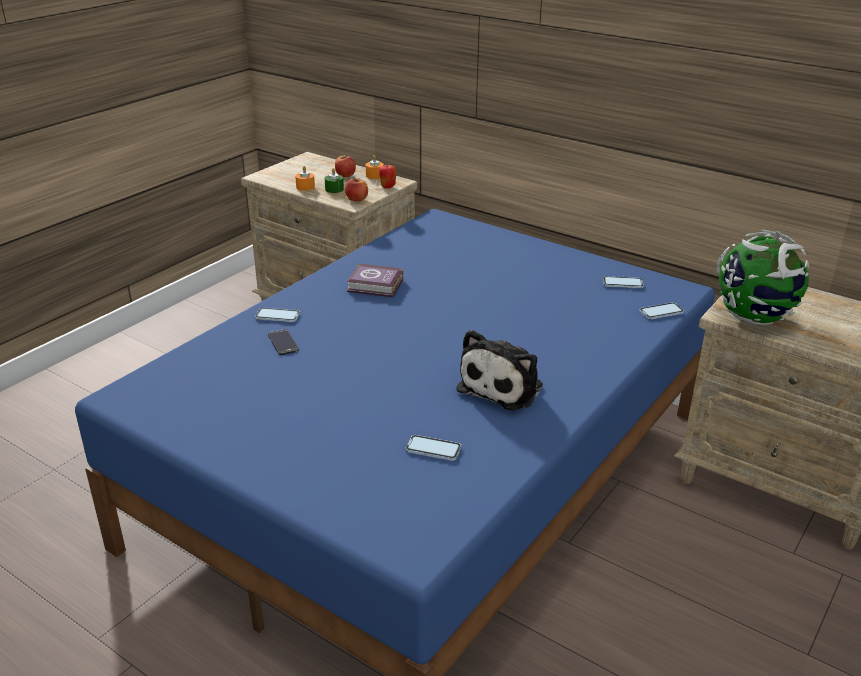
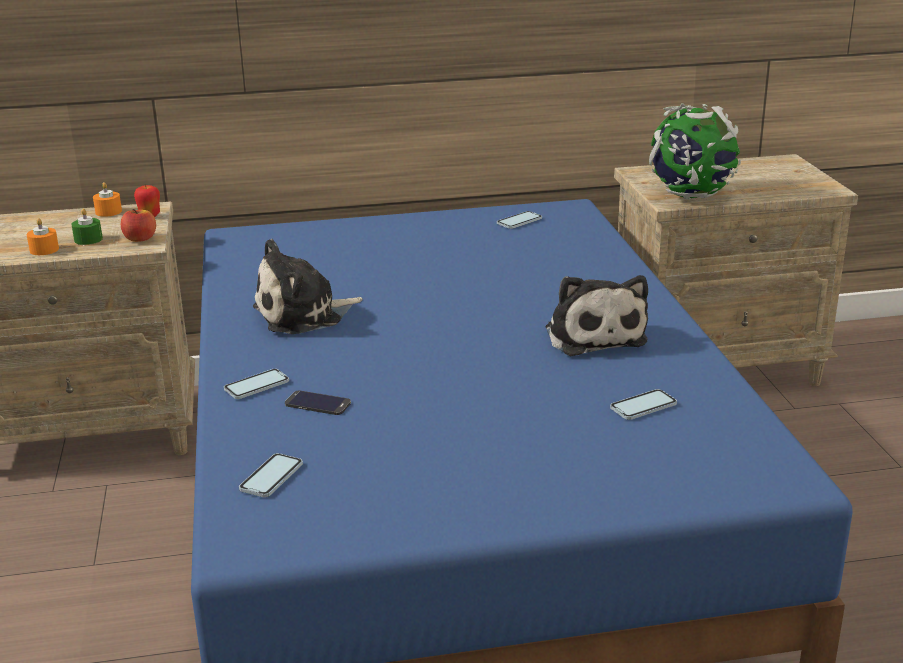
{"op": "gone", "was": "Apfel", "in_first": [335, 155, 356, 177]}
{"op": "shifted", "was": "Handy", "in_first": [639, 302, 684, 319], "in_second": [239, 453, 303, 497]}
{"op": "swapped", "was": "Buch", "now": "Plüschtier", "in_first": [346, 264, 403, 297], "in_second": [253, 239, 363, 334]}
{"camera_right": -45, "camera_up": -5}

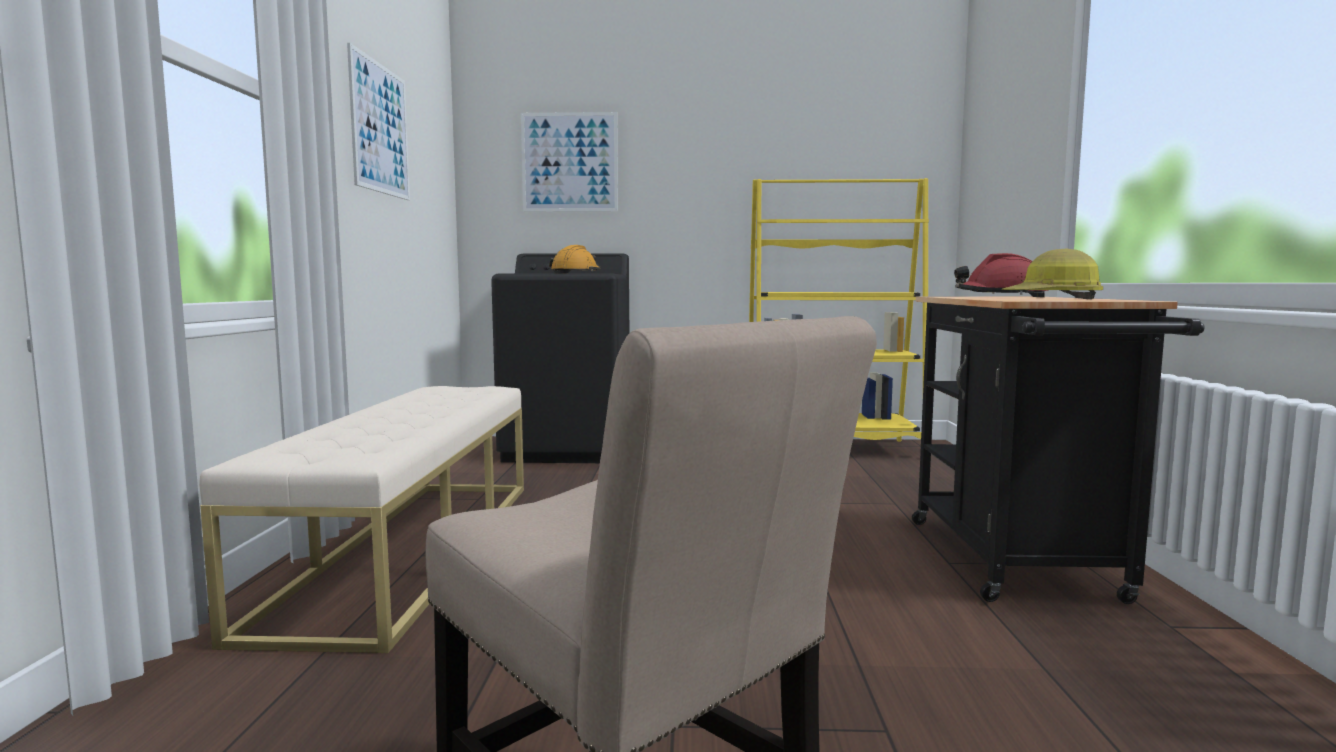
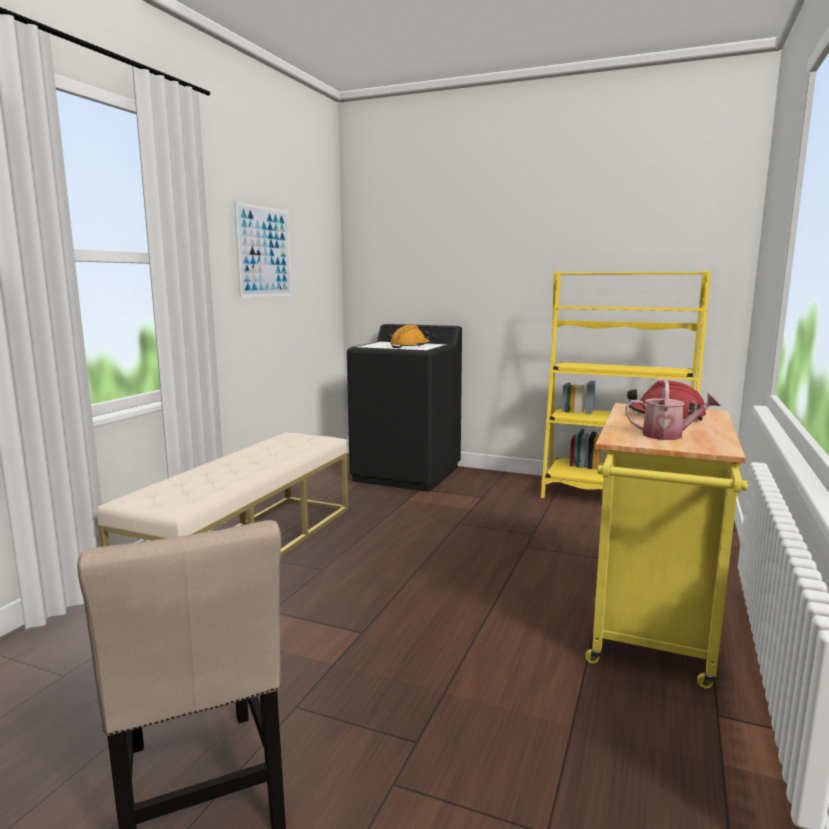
{"op": "gone", "was": "Bild", "in_first": [521, 112, 618, 212]}
{"op": "swapped", "was": "Schutzhelm", "now": "Gießkanne", "in_first": [1002, 249, 1103, 299], "in_second": [625, 380, 721, 440]}
{"op": "repainted", "was": "Rollwagen (schwarz)", "now": "Rollwagen (gelb)", "in_first": [912, 296, 1204, 604], "in_second": [585, 403, 748, 689]}
{"camera_right": 20, "camera_up": 5}

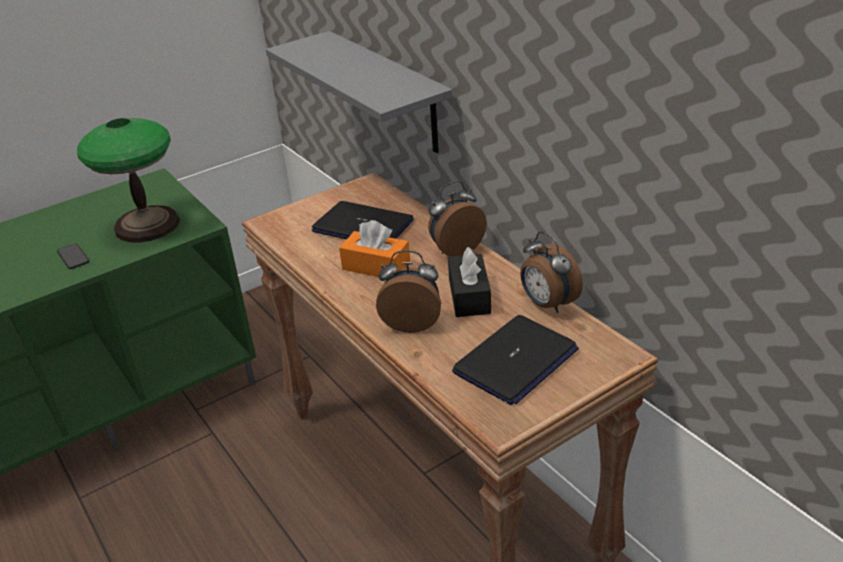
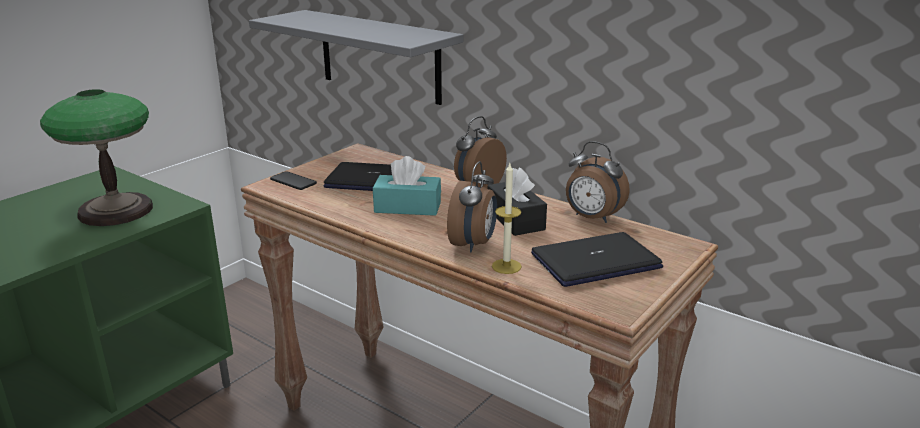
{"op": "new", "now": "Kerze", "in_second": [492, 163, 522, 274]}
{"op": "shifted", "was": "Handy", "in_first": [57, 244, 89, 269], "in_second": [270, 171, 317, 190]}
{"op": "repainted", "was": "Taschentuchbox (orange)", "now": "Taschentuchbox (türkis)", "in_first": [339, 220, 410, 277], "in_second": [373, 156, 441, 216]}
{"op": "rotated", "was": "Wecker", "in_first": [376, 250, 441, 333], "in_second": [447, 161, 497, 252], "clockwise": 120}
{"op": "rotated", "was": "Laptop", "in_first": [452, 315, 579, 405], "in_second": [531, 232, 663, 287], "clockwise": -135}
{"camera_right": -20, "camera_up": -10}

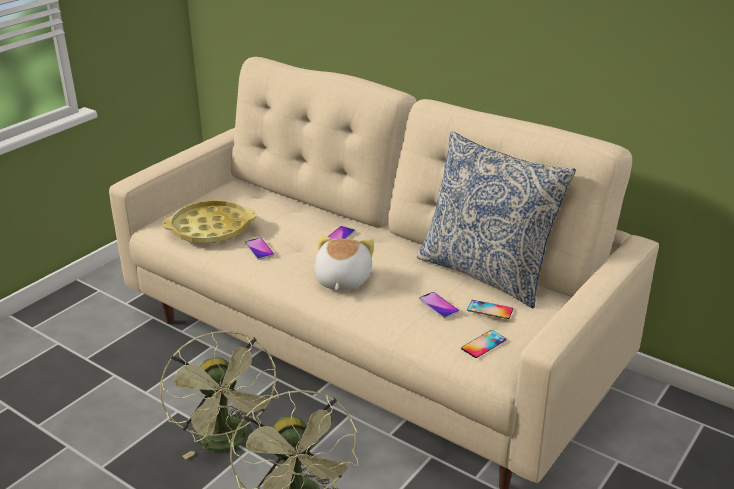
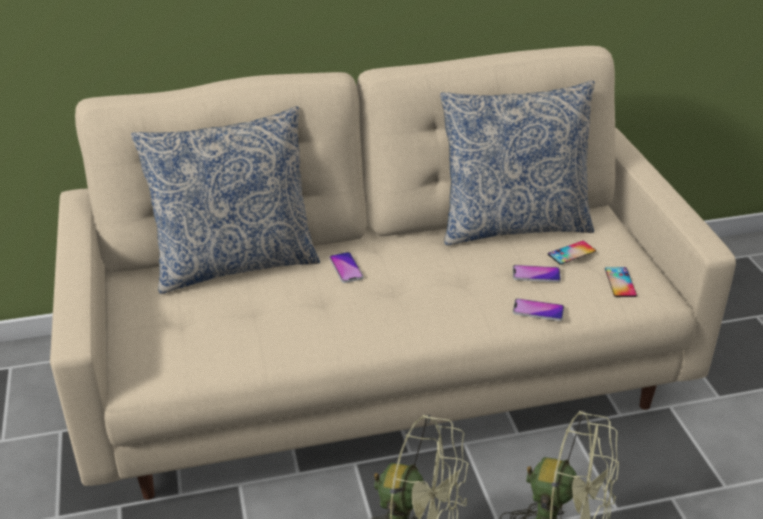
{"op": "gone", "was": "Tablett (gelb)", "in_first": [162, 200, 257, 243]}
{"op": "gone", "was": "Plüschtier", "in_first": [314, 236, 374, 290]}
{"op": "new", "now": "Kissen", "in_second": [131, 106, 320, 294]}
{"op": "shifted", "was": "Handy", "in_first": [245, 237, 275, 260], "in_second": [513, 298, 564, 321]}
{"camera_right": -50, "camera_up": 5}

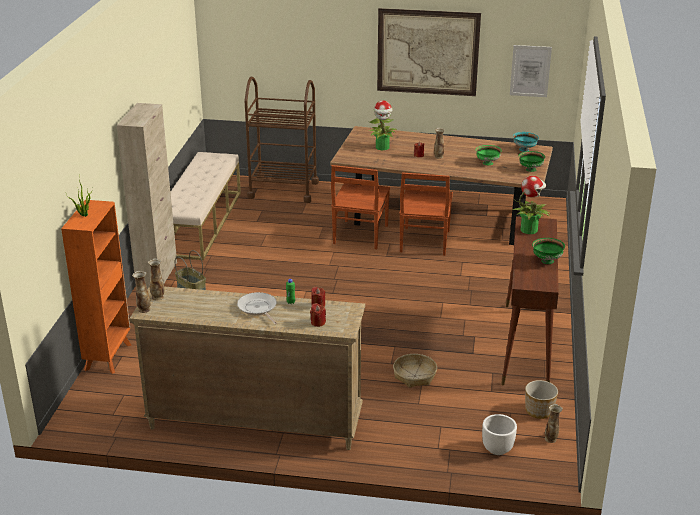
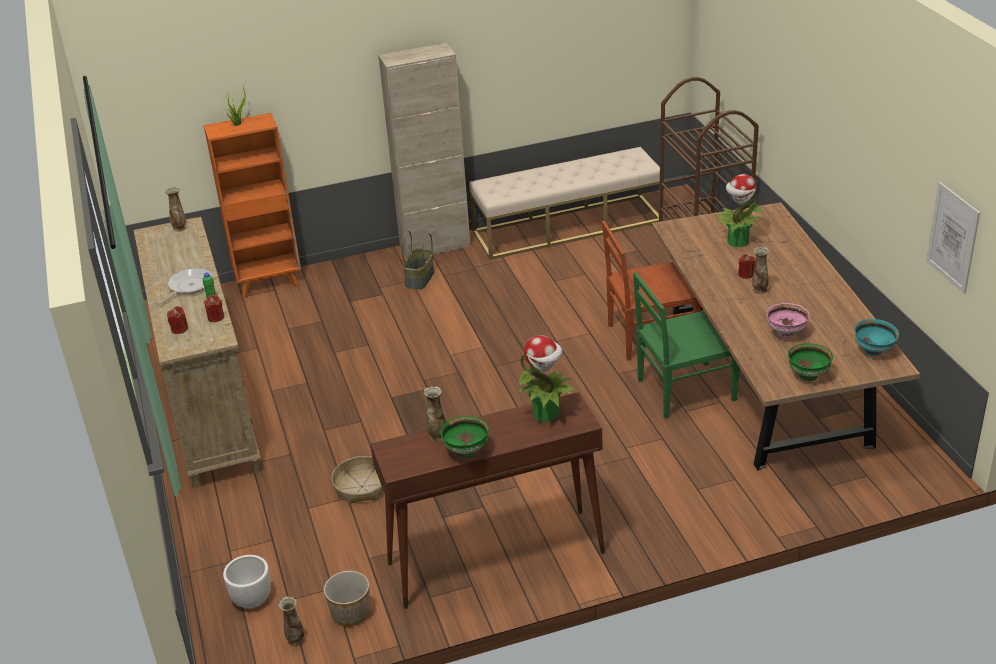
{"op": "gone", "was": "Bild", "in_first": [377, 8, 481, 96]}
{"op": "shifted", "was": "Vase", "in_first": [132, 271, 151, 313], "in_second": [424, 386, 446, 441]}
{"op": "repainted", "was": "Stuhl (braun)", "now": "Stuhl (grün)", "in_first": [399, 172, 453, 256], "in_second": [633, 272, 740, 419]}
{"op": "repainted", "was": "Schüssel (grün)", "now": "Schüssel (rosa)", "in_first": [476, 145, 502, 165], "in_second": [767, 303, 810, 339]}
{"camera_right": 65, "camera_up": 5}

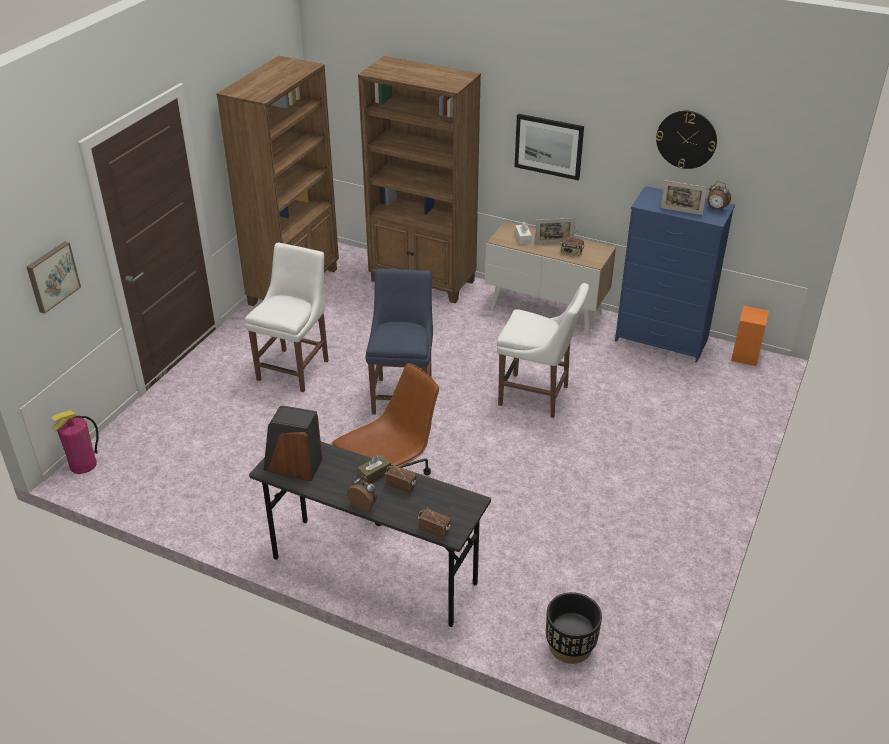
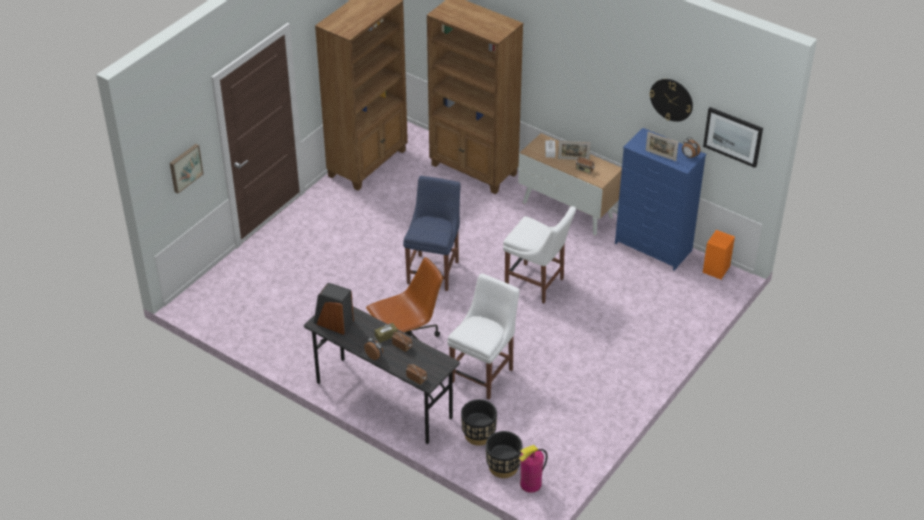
{"op": "new", "now": "Pflanzkübel (schwarz)", "in_second": [461, 399, 497, 446]}
{"op": "shifted", "was": "Feuerlöscher", "in_first": [50, 410, 98, 474], "in_second": [519, 445, 548, 493]}
{"op": "shifted", "was": "Stuhl (weiß)", "in_first": [245, 243, 329, 392], "in_second": [447, 273, 520, 399]}
{"op": "shifted", "was": "Bild", "in_first": [514, 114, 584, 180], "in_second": [703, 107, 763, 168]}
{"camera_right": 10, "camera_up": 5}

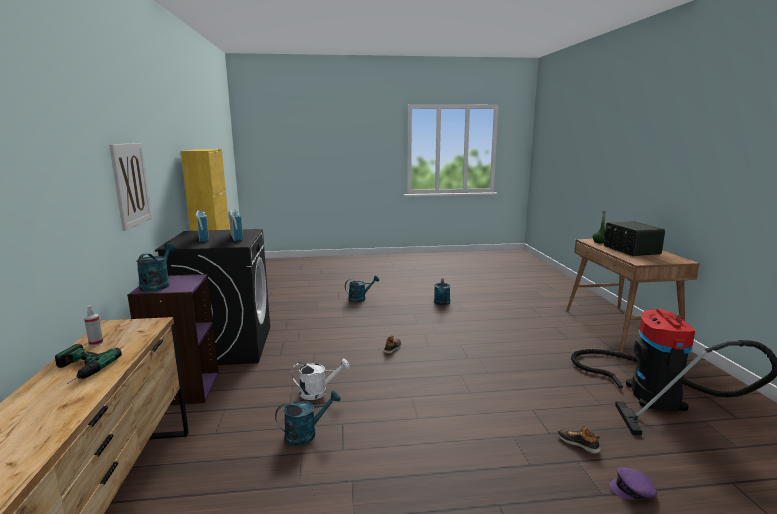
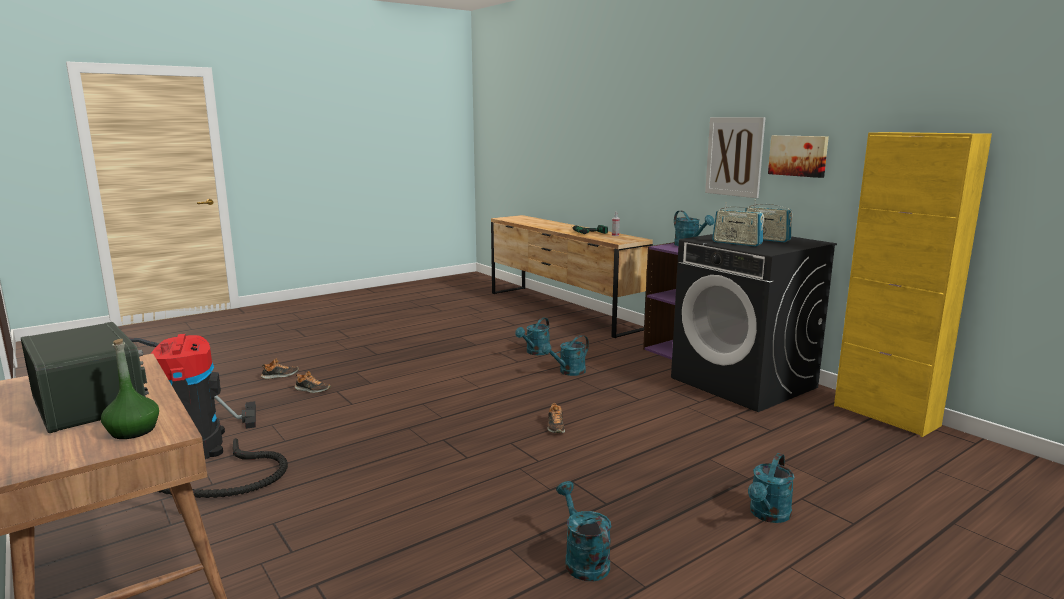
{"op": "new", "now": "Bild", "in_second": [768, 135, 829, 178]}
{"op": "swapped", "was": "Kappe (lila)", "now": "Schuh", "in_first": [609, 467, 657, 500], "in_second": [261, 358, 299, 379]}
{"op": "repainted", "was": "Gießkanne (weiß)", "now": "Gießkanne (türkis)", "in_first": [291, 359, 349, 400], "in_second": [542, 335, 589, 376]}
{"camera_right": 150, "camera_up": 0}

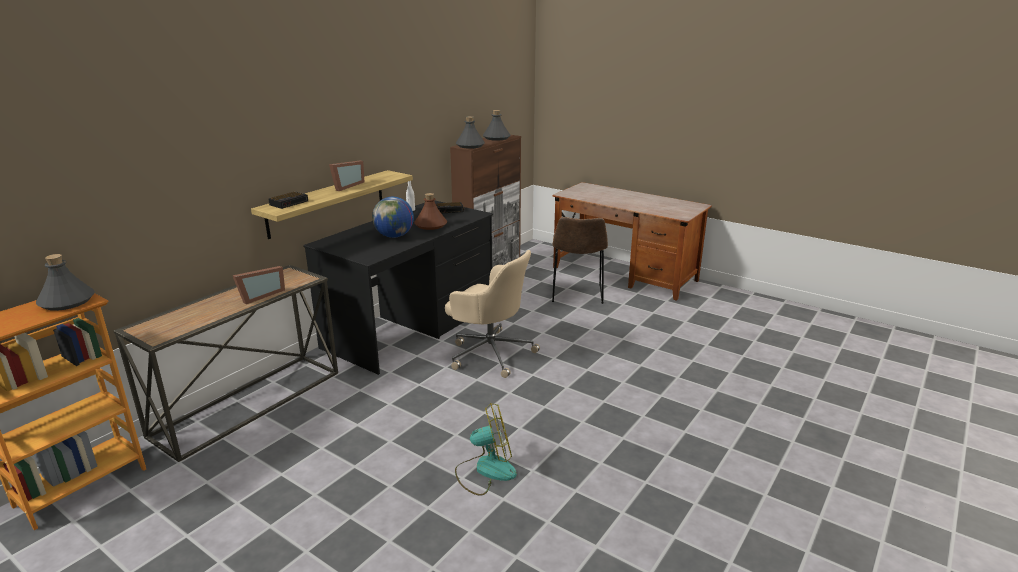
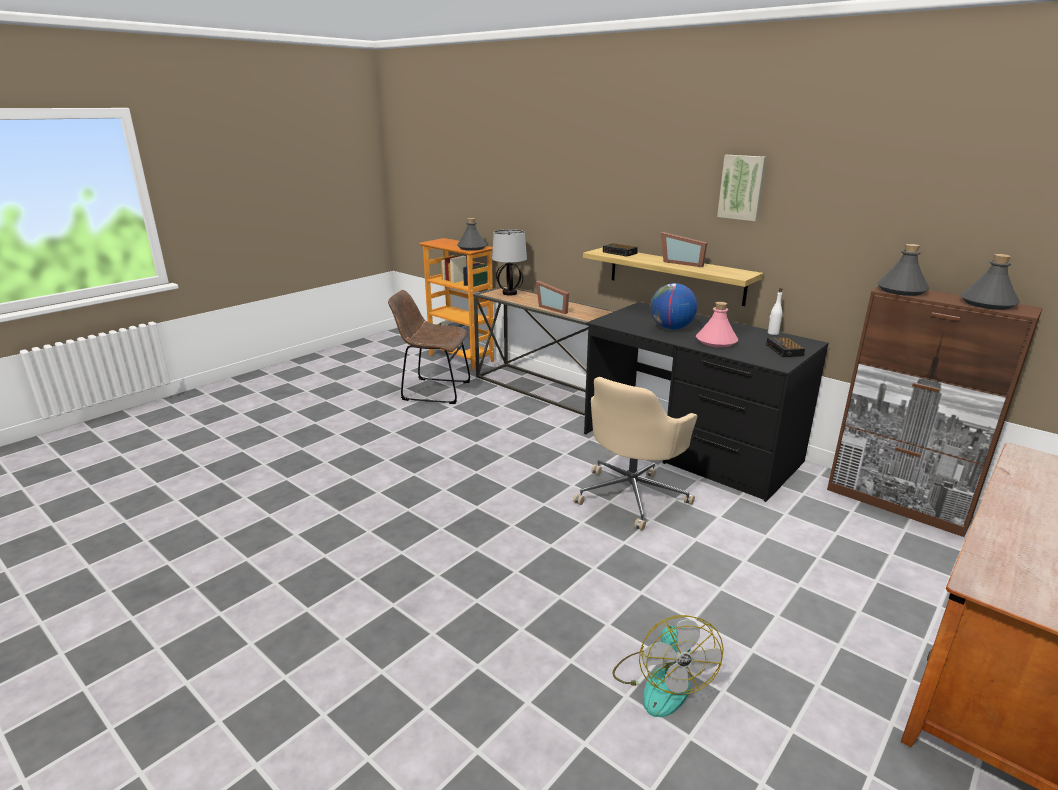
{"op": "new", "now": "Tischlampe", "in_second": [492, 229, 527, 296]}
{"op": "new", "now": "Bild", "in_second": [717, 155, 767, 221]}
{"op": "shifted", "was": "Ventilator", "in_first": [455, 403, 517, 496], "in_second": [613, 615, 724, 717]}
{"op": "shifted", "was": "Stuhl (braun)", "in_first": [552, 217, 608, 304], "in_second": [388, 290, 471, 404]}
{"op": "repainted", "was": "Flasche (braun)", "now": "Flasche (rosa)", "in_first": [414, 193, 447, 230], "in_second": [696, 302, 738, 348]}
{"camera_right": 95, "camera_up": 0}

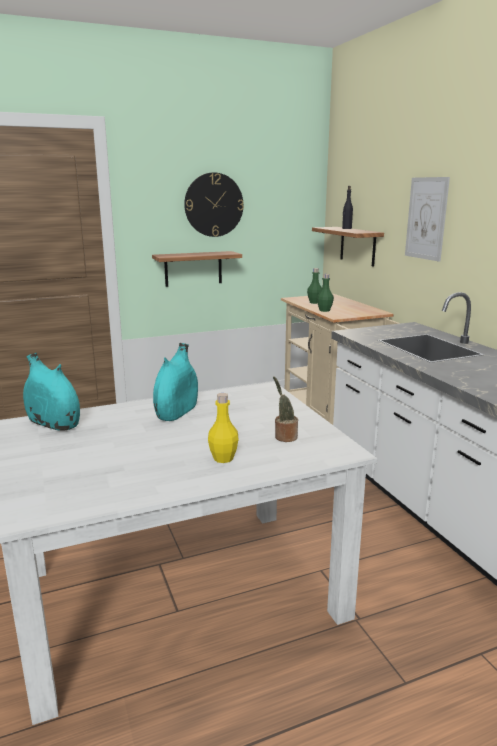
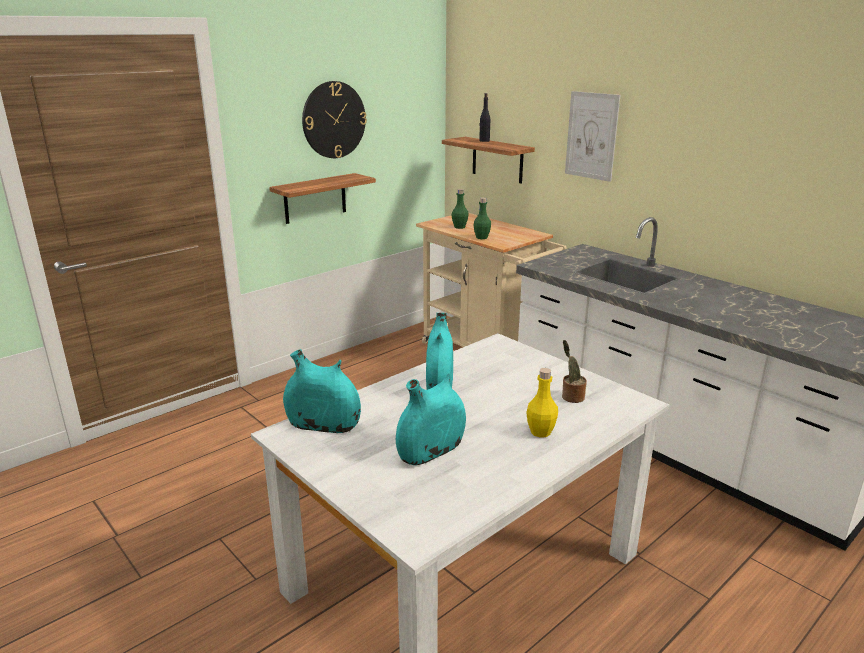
{"op": "new", "now": "Vase (türkis)", "in_second": [396, 373, 466, 465]}
{"camera_right": -20, "camera_up": 5}

